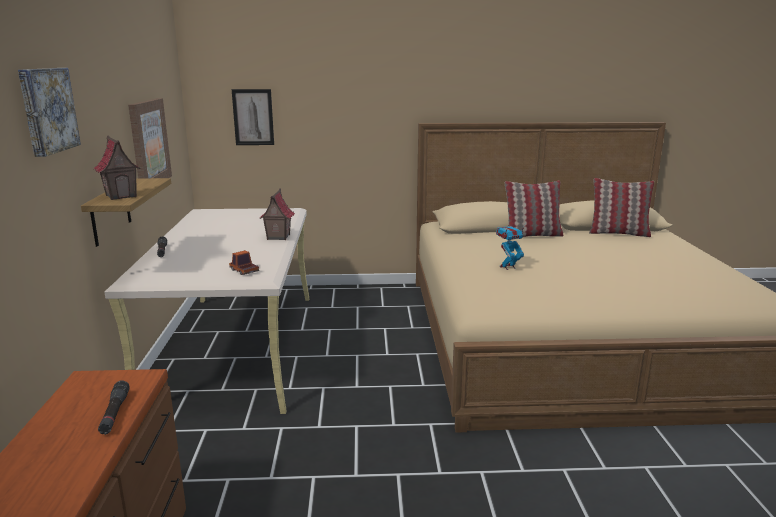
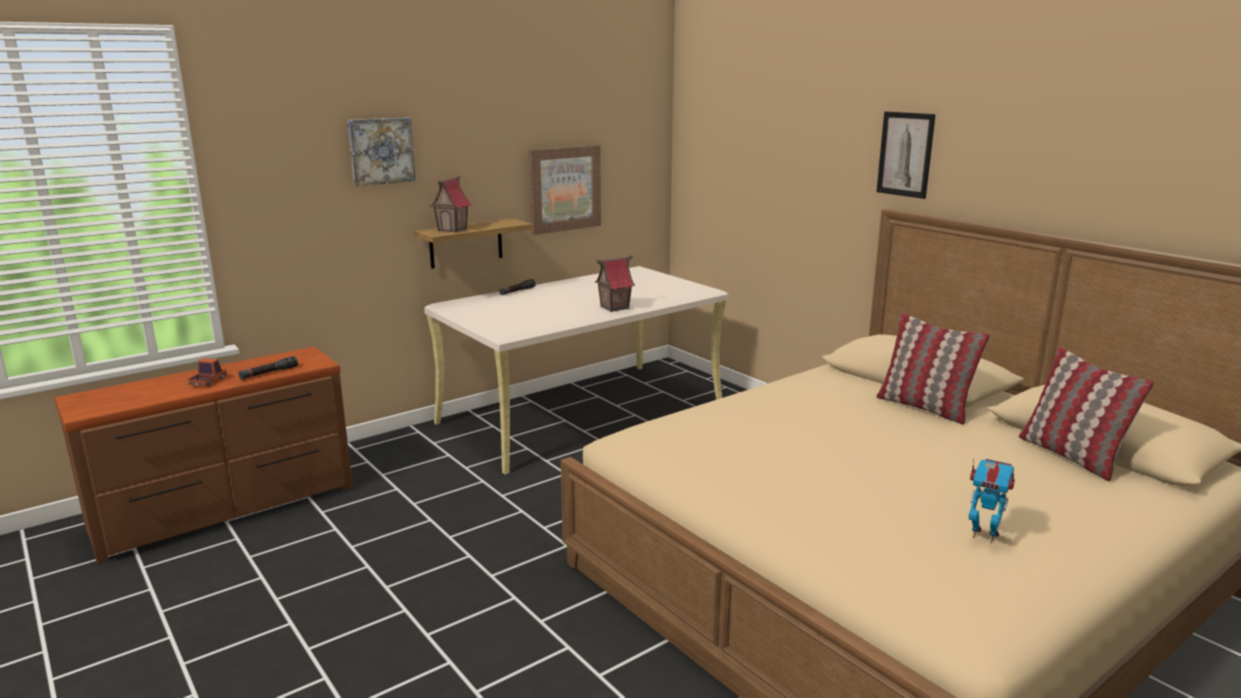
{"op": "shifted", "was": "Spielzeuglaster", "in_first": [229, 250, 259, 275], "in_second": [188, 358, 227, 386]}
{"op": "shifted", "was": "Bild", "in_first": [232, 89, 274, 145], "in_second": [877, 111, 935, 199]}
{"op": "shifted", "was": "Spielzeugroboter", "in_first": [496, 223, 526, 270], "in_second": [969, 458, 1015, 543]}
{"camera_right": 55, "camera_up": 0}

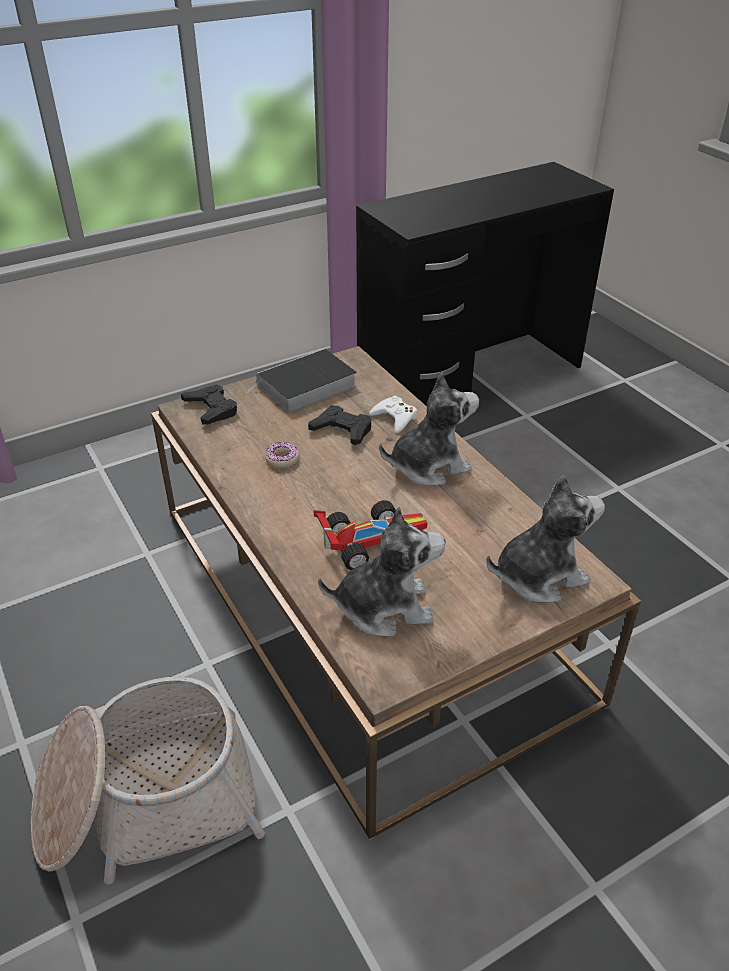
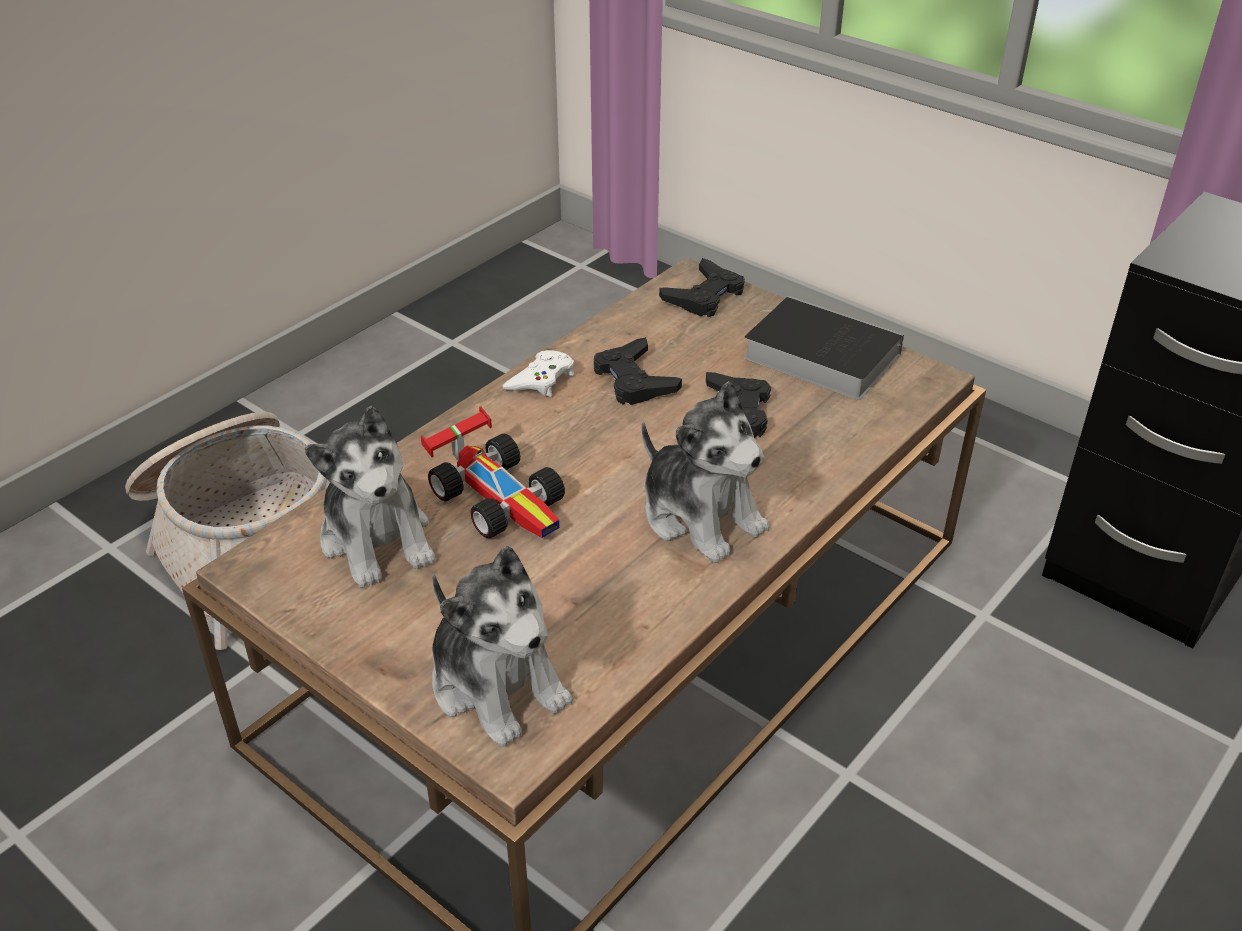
{"op": "shifted", "was": "Gamepad (weiß)", "in_first": [369, 396, 417, 433], "in_second": [503, 350, 574, 397]}
{"op": "swapped", "was": "Donut", "now": "Gamepad (schwarz)", "in_first": [265, 442, 300, 468], "in_second": [594, 337, 682, 405]}
{"camera_right": 70, "camera_up": 0}

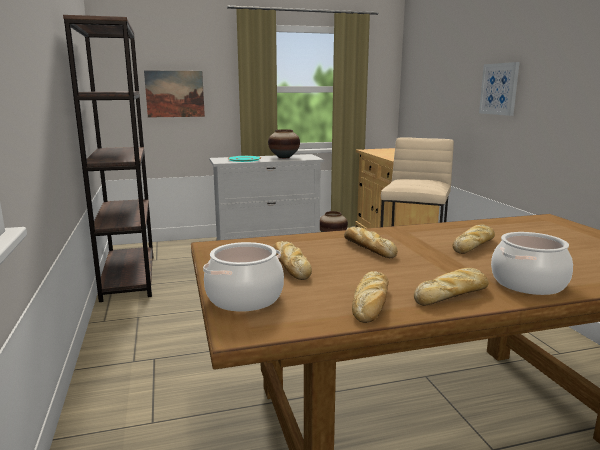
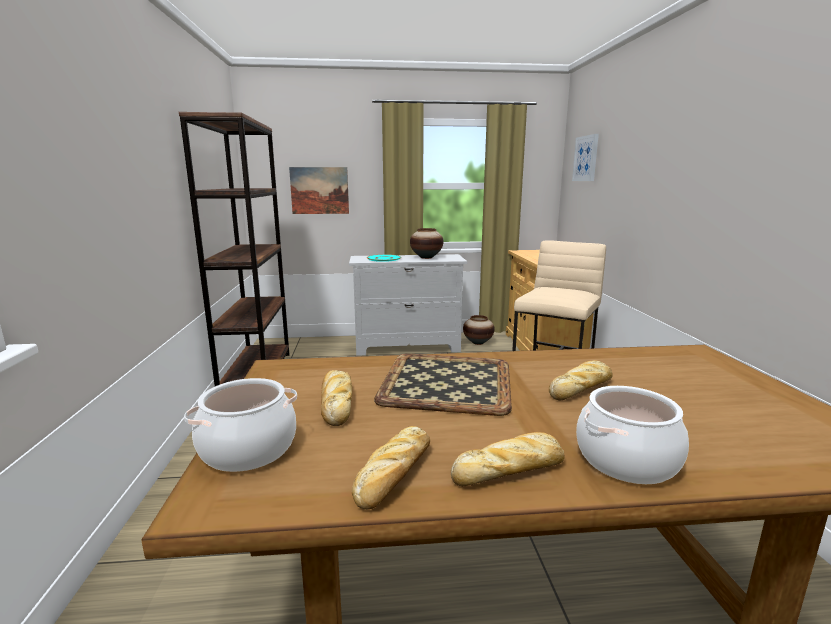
{"op": "shifted", "was": "Bild", "in_first": [479, 62, 520, 116], "in_second": [572, 134, 599, 181]}
{"op": "swapped", "was": "Brot", "now": "Tablett", "in_first": [344, 227, 397, 258], "in_second": [374, 353, 512, 416]}
{"camera_right": 10, "camera_up": 0}

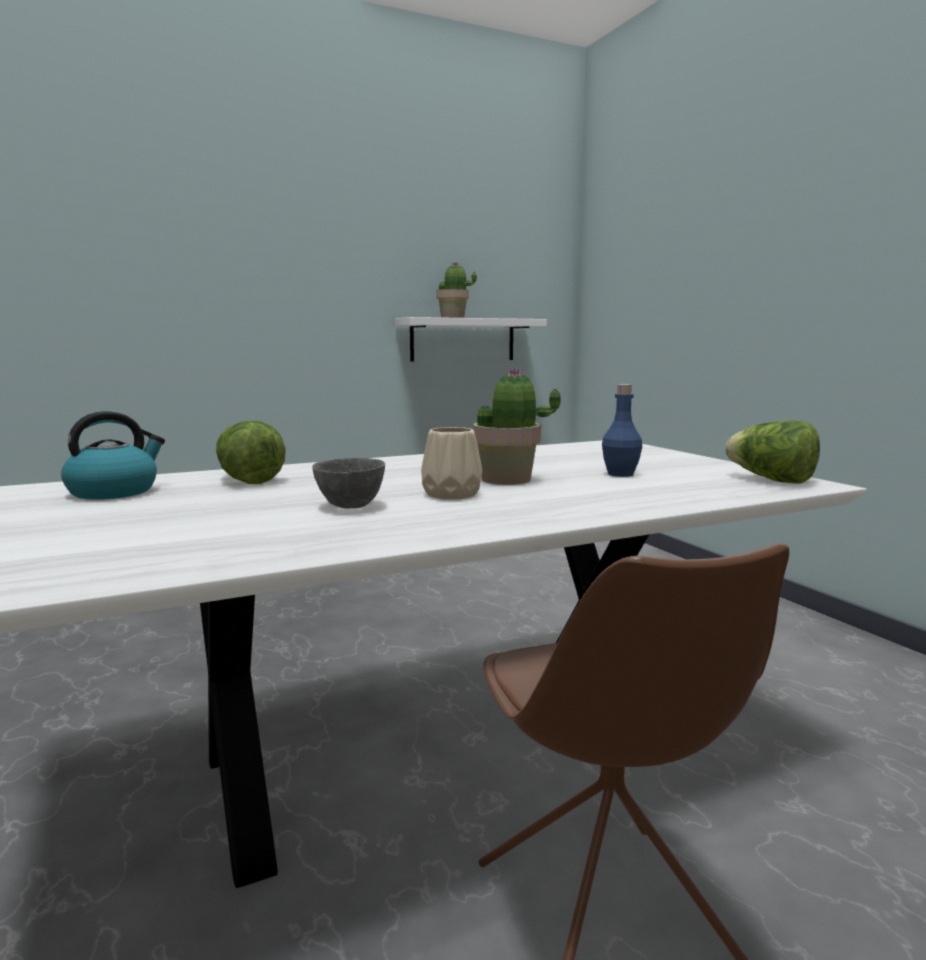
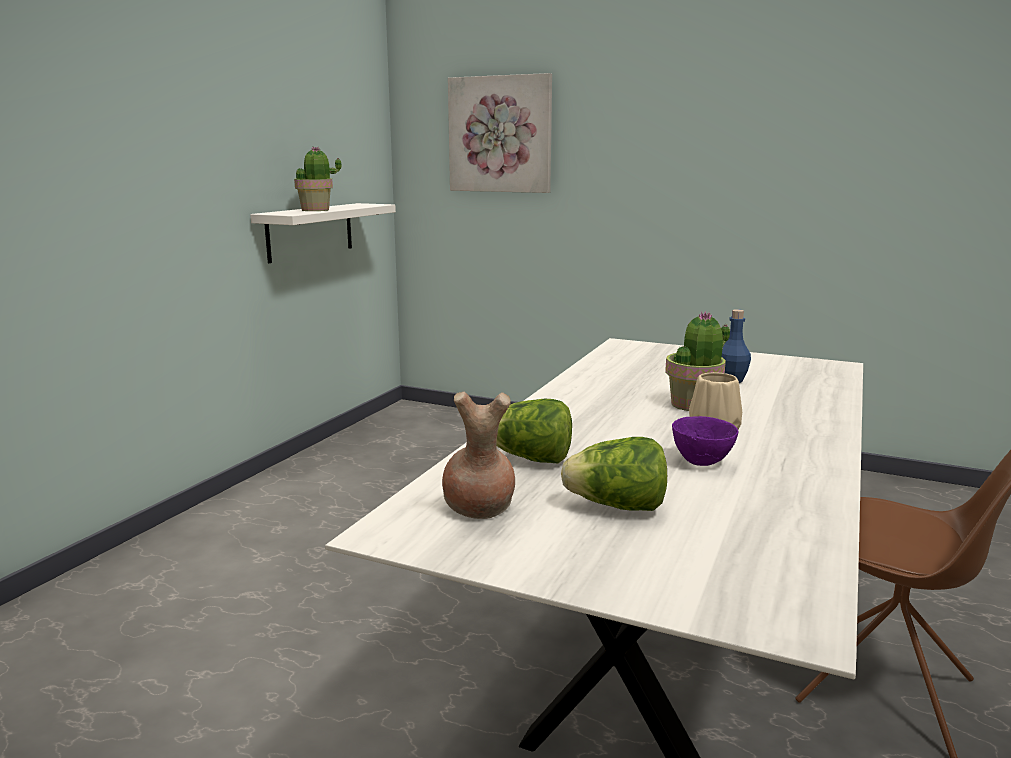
{"op": "new", "now": "Bild", "in_second": [448, 73, 552, 193]}
{"op": "shifted", "was": "Salatkopf", "in_first": [725, 420, 820, 484], "in_second": [561, 437, 667, 511]}
{"op": "swapped", "was": "Wasserkessel", "now": "Vase (braun)", "in_first": [61, 411, 165, 500], "in_second": [442, 391, 515, 519]}
{"op": "repainted", "was": "Schüssel (grau)", "now": "Schüssel (lila)", "in_first": [312, 458, 385, 508], "in_second": [672, 416, 738, 466]}
{"camera_right": -40, "camera_up": 5}

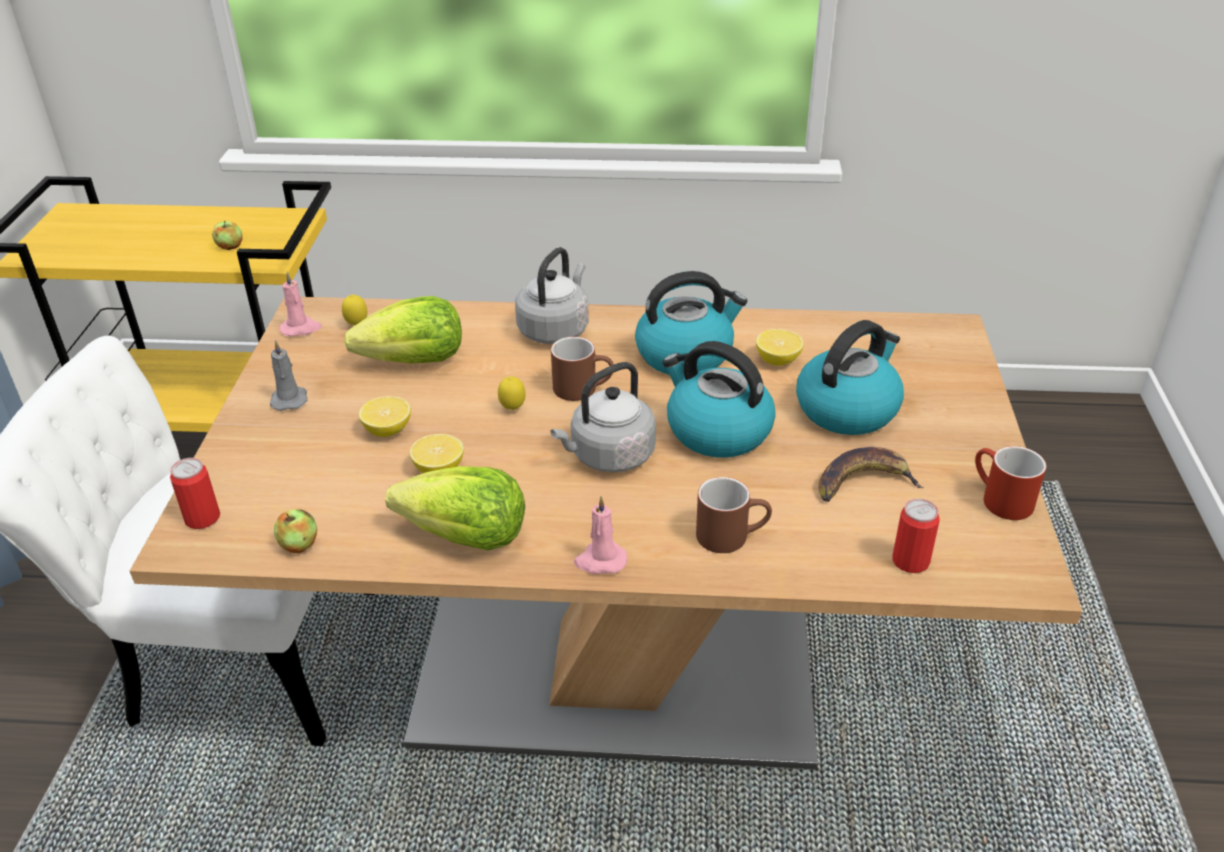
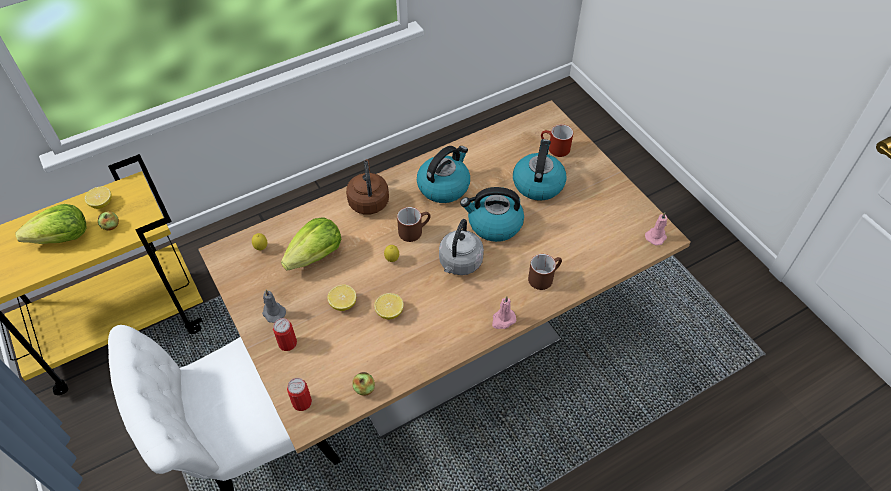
{"op": "gone", "was": "Banane", "in_first": [818, 447, 924, 502]}
{"op": "shifted", "was": "Kerze (rosa)", "in_first": [280, 271, 322, 337], "in_second": [645, 212, 667, 245]}
{"op": "shifted", "was": "Salatkopf", "in_first": [385, 466, 525, 550], "in_second": [15, 204, 87, 244]}
{"op": "shifted", "was": "Zitrone", "in_first": [756, 329, 804, 366], "in_second": [85, 187, 112, 209]}
{"op": "shifted", "was": "Dose", "in_first": [892, 498, 940, 573], "in_second": [273, 318, 297, 351]}
{"op": "shifted", "was": "Henkelbecher (rot)", "in_first": [975, 446, 1046, 520], "in_second": [541, 124, 573, 157]}
{"op": "repainted", "was": "Wasserkessel (grau)", "now": "Wasserkessel (braun)", "in_first": [515, 247, 589, 344], "in_second": [346, 159, 389, 215]}
{"camera_right": -35, "camera_up": 15}

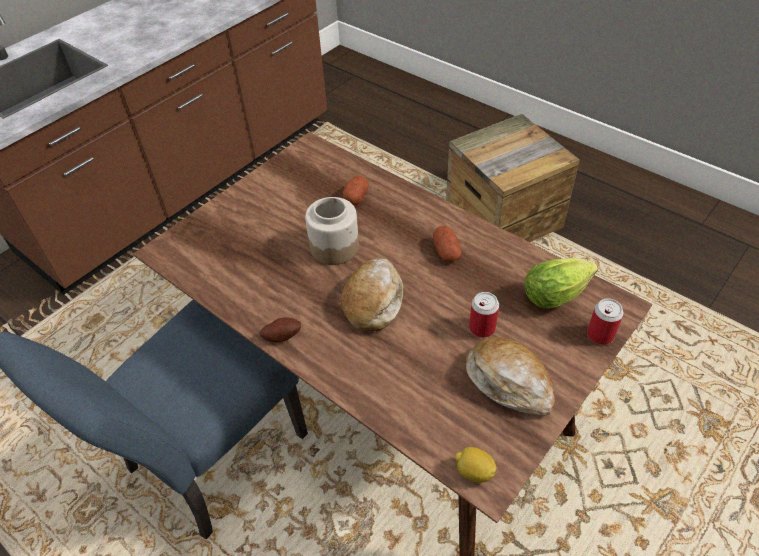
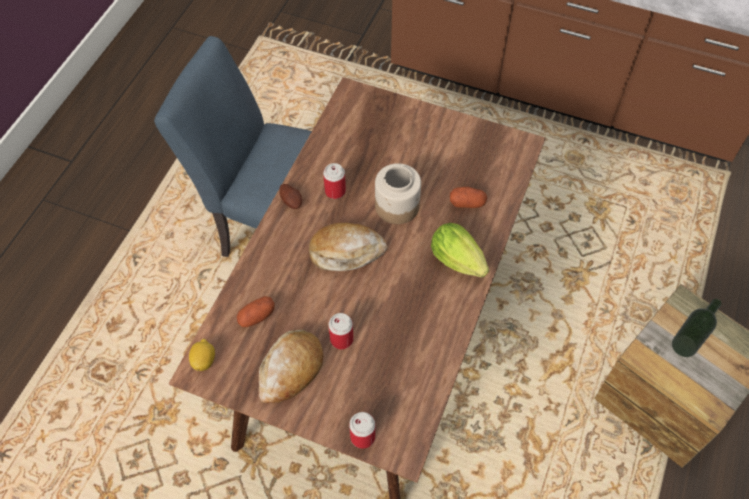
{"op": "new", "now": "Dose", "in_second": [323, 163, 346, 199]}
{"op": "new", "now": "Flasche", "in_second": [672, 299, 722, 357]}
{"op": "shifted", "was": "Kartoffel", "in_first": [433, 226, 461, 262], "in_second": [237, 296, 274, 327]}
{"op": "shifted", "was": "Salatkopf", "in_first": [525, 258, 598, 309], "in_second": [431, 223, 489, 277]}
{"camera_right": 70, "camera_up": 10}

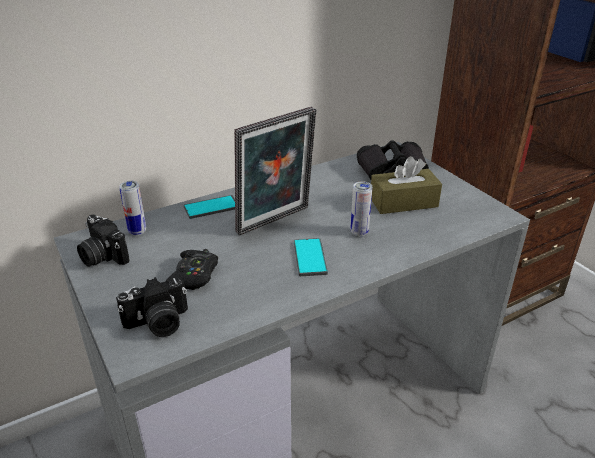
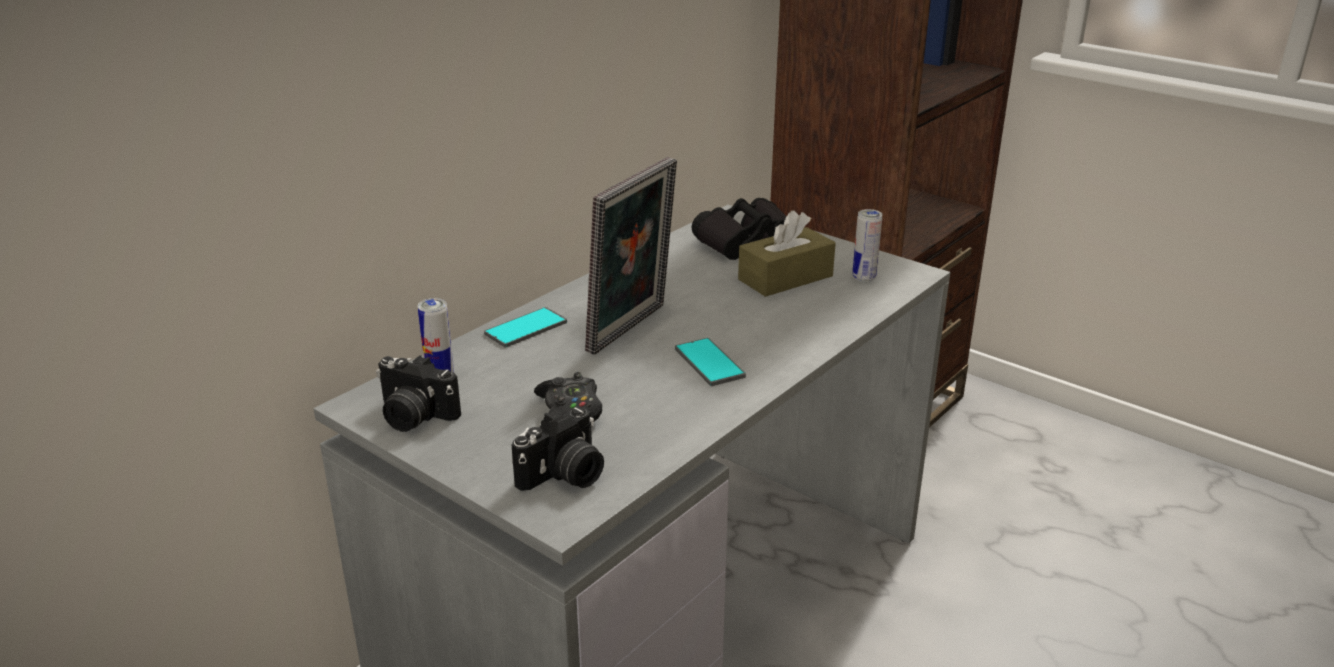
{"op": "shifted", "was": "Dose", "in_first": [350, 181, 372, 236], "in_second": [853, 209, 882, 282]}
{"camera_right": -20, "camera_up": -5}

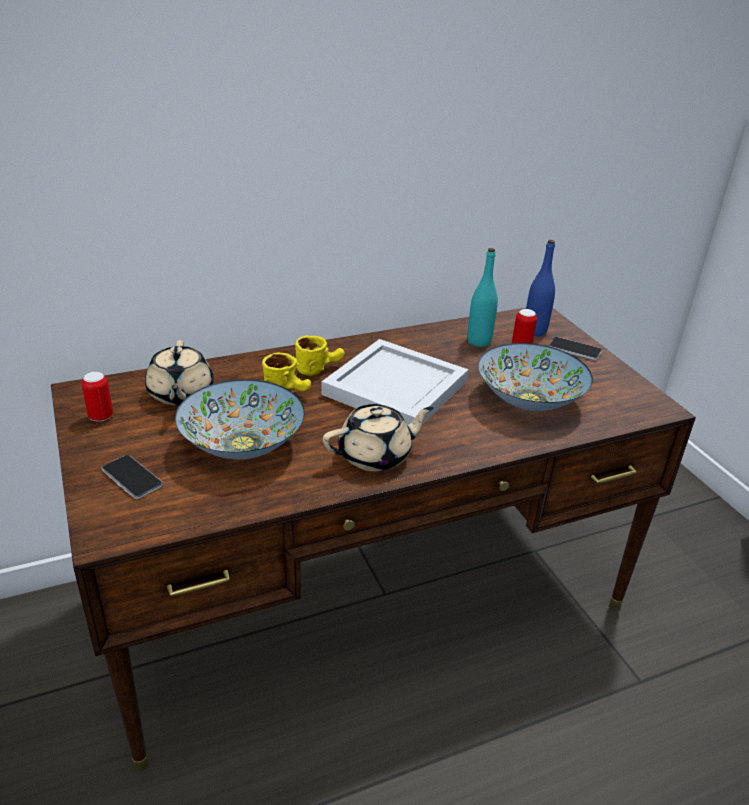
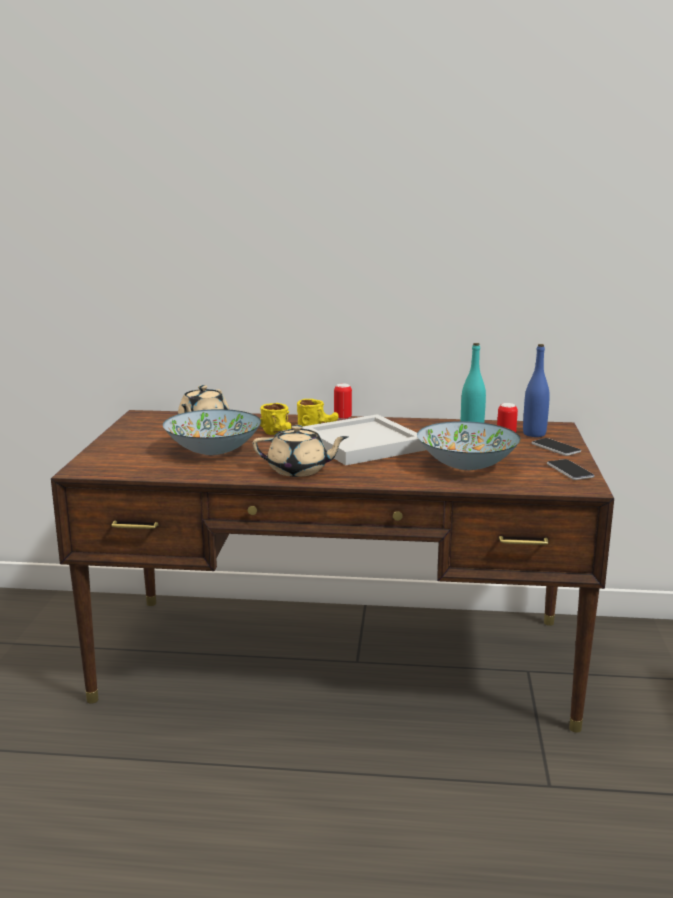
{"op": "shifted", "was": "Dose", "in_first": [81, 372, 113, 422], "in_second": [334, 383, 352, 420]}
{"op": "shifted", "was": "Handy", "in_first": [101, 455, 163, 499], "in_second": [547, 459, 594, 480]}
{"camera_right": 30, "camera_up": -15}

